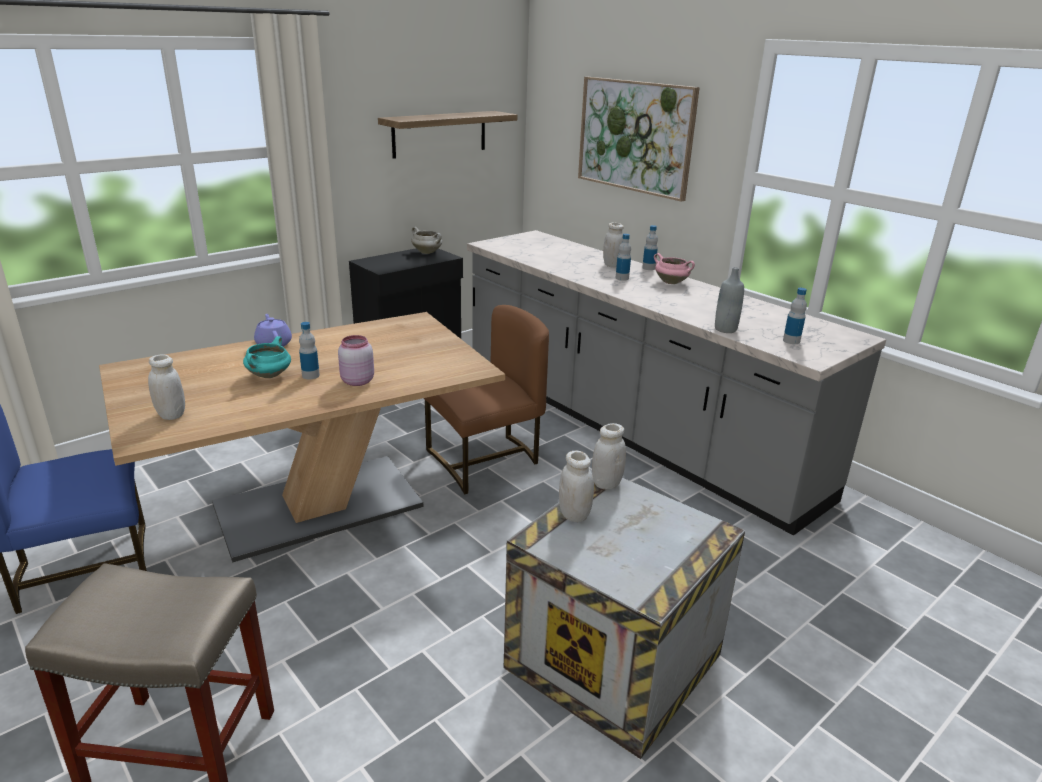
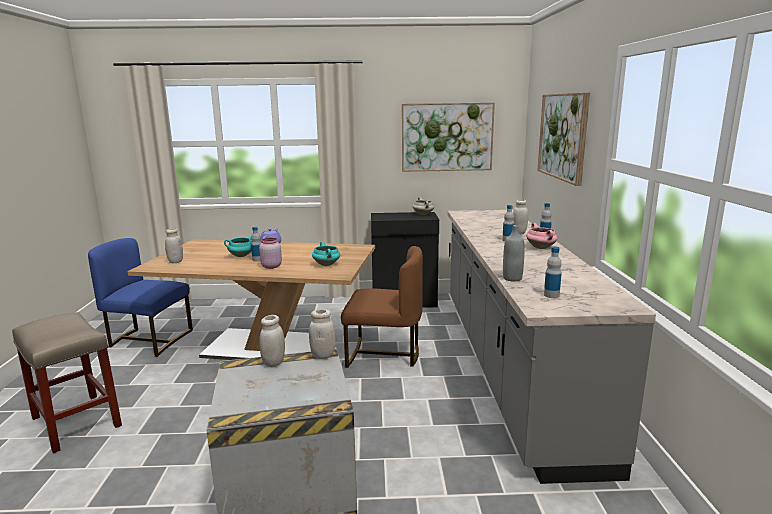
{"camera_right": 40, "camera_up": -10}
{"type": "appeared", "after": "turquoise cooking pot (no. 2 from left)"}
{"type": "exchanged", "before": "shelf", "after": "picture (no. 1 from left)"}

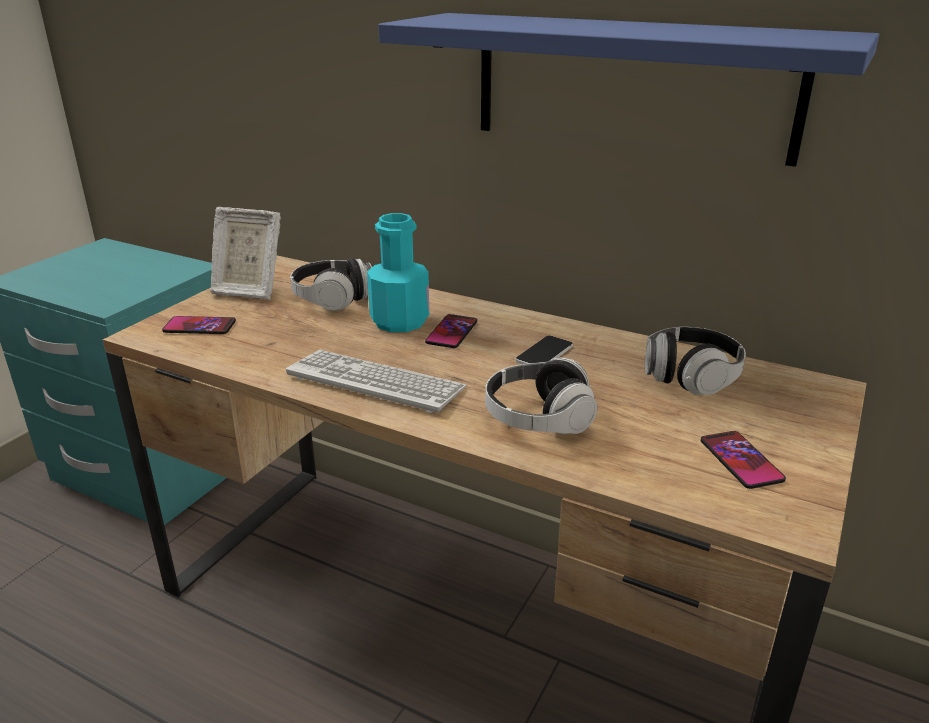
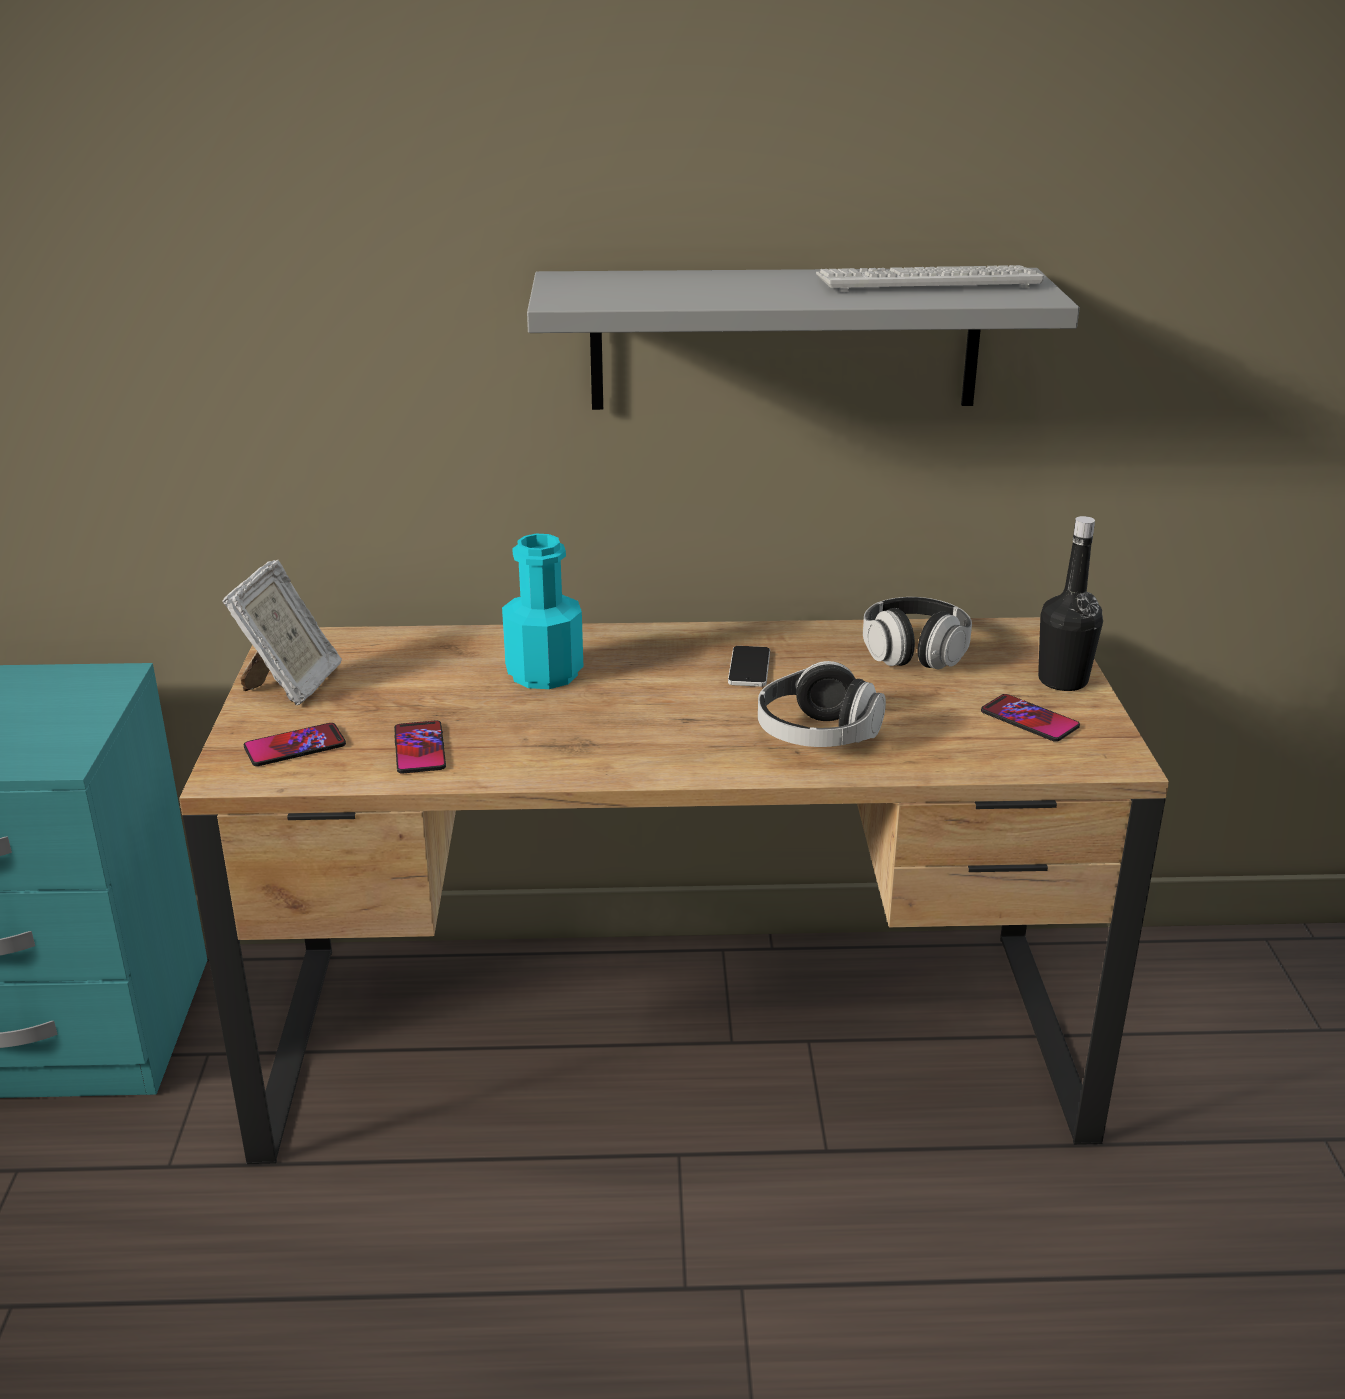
{"camera_right": -30, "camera_up": 0}
{"type": "missing", "before": "headphones (no. 1 from left)"}
{"type": "appeared", "after": "black bottle"}
{"type": "relocated", "before": "keyboard"}
{"type": "relocated", "before": "phone (no. 2 from left)"}
{"type": "colour", "before": "blue shelf", "after": "grey shelf"}
{"type": "spun", "before": "picture frame", "turn": -60}

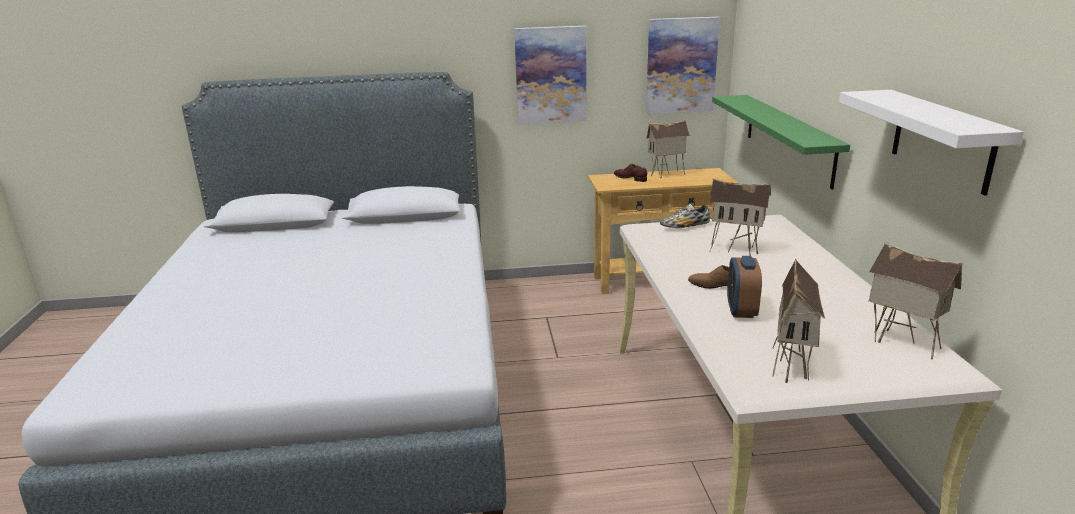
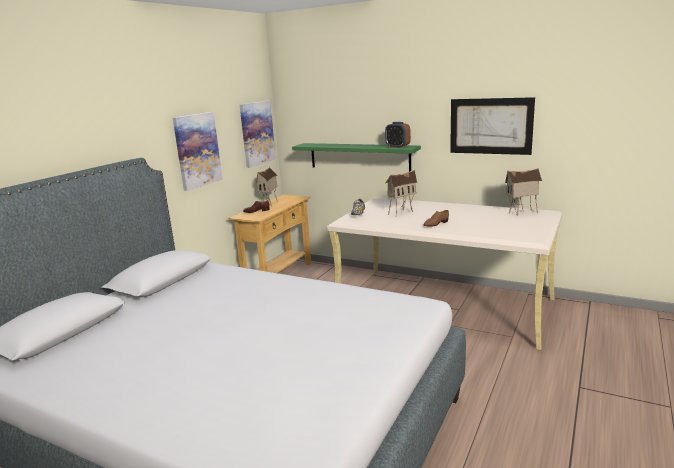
{"camera_right": -55, "camera_up": -5}
{"type": "missing", "before": "toy house (no. 3 from left)"}
{"type": "relocated", "before": "alarm clock"}
{"type": "exchanged", "before": "white shelf", "after": "picture (no. 3 from left)"}

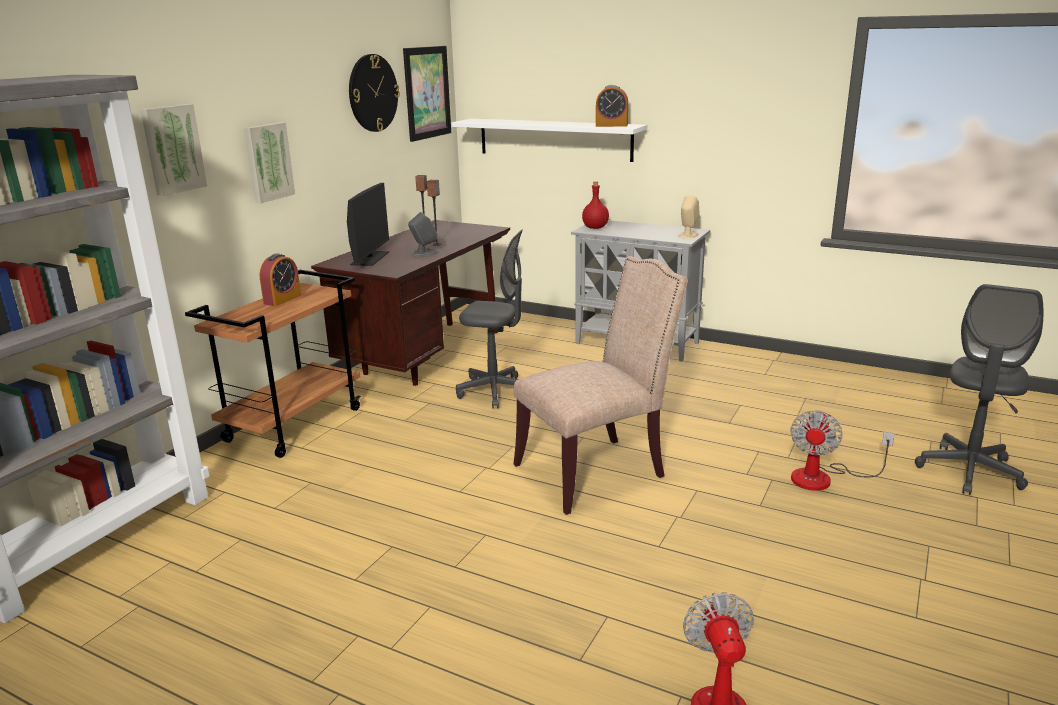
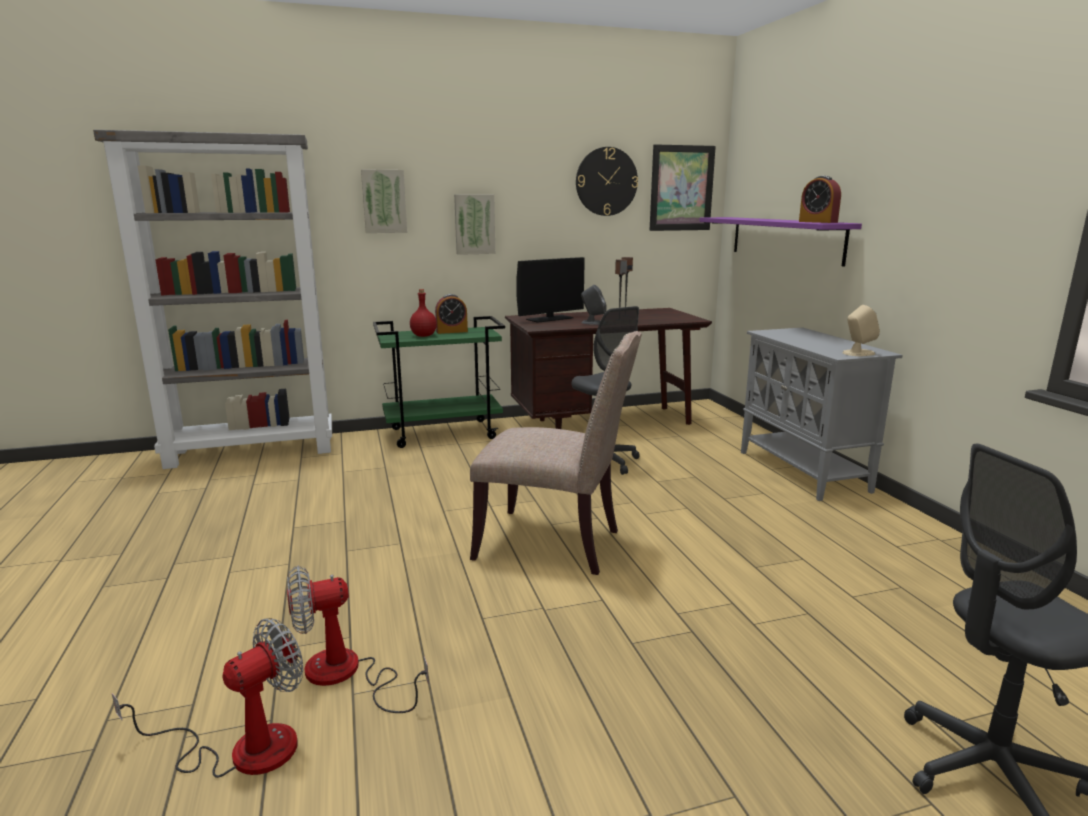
{"camera_right": 45, "camera_up": -5}
{"type": "relocated", "before": "red bottle"}
{"type": "relocated", "before": "fan (no. 2 from left)"}
{"type": "colour", "before": "brown cart", "after": "green cart"}
{"type": "colour", "before": "white shelf", "after": "purple shelf"}

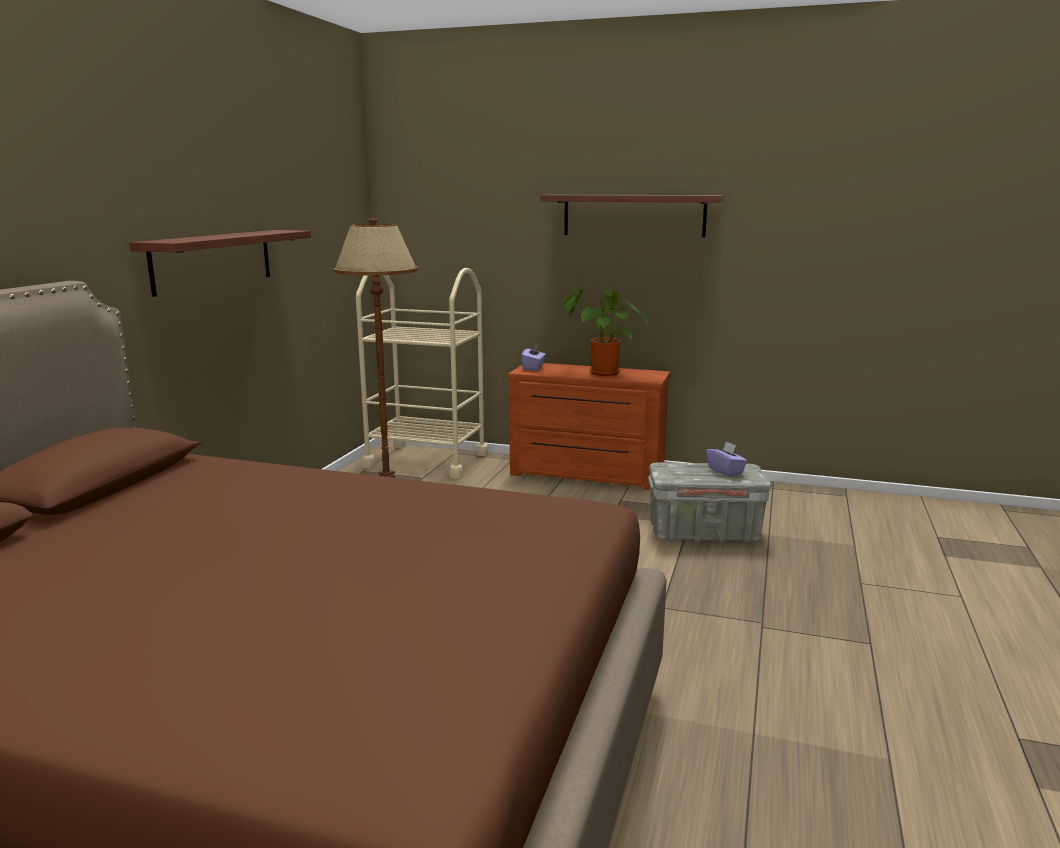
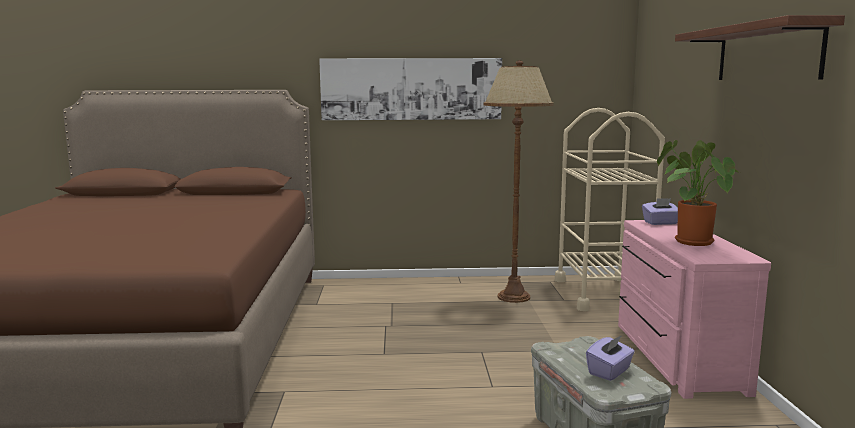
{"camera_right": 70, "camera_up": -5}
{"type": "exchanged", "before": "shelf (no. 1 from left)", "after": "picture"}
{"type": "colour", "before": "brown dresser", "after": "pink dresser"}

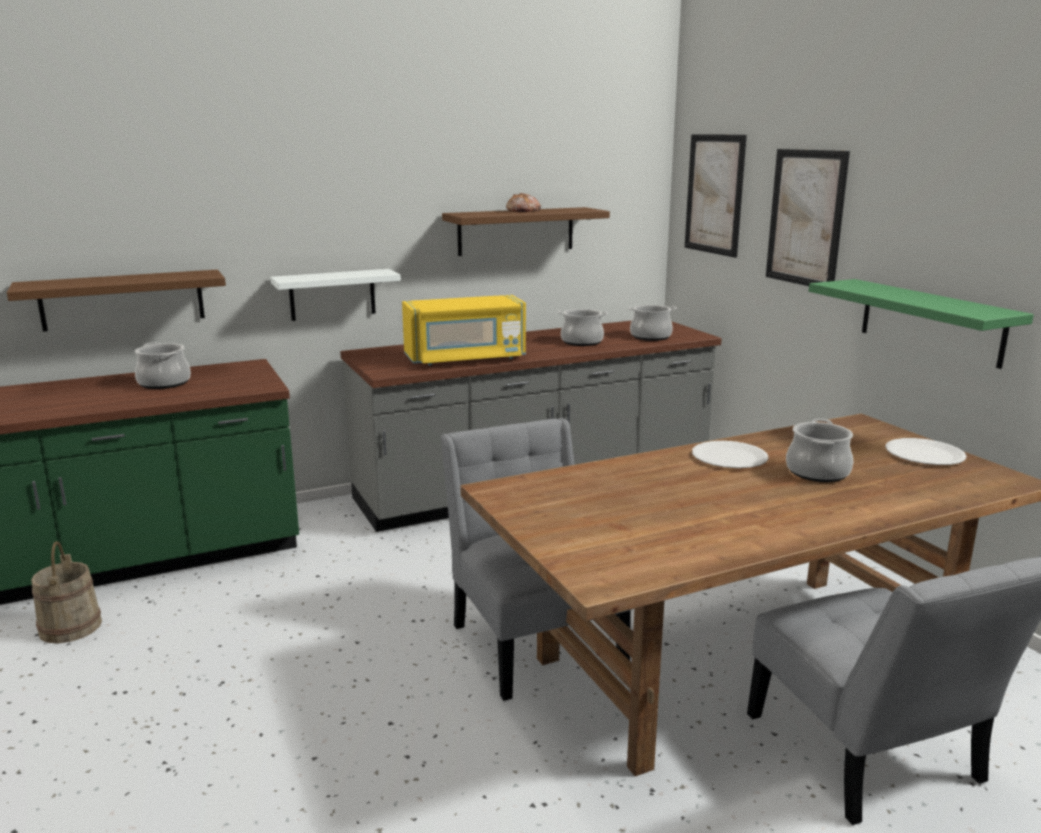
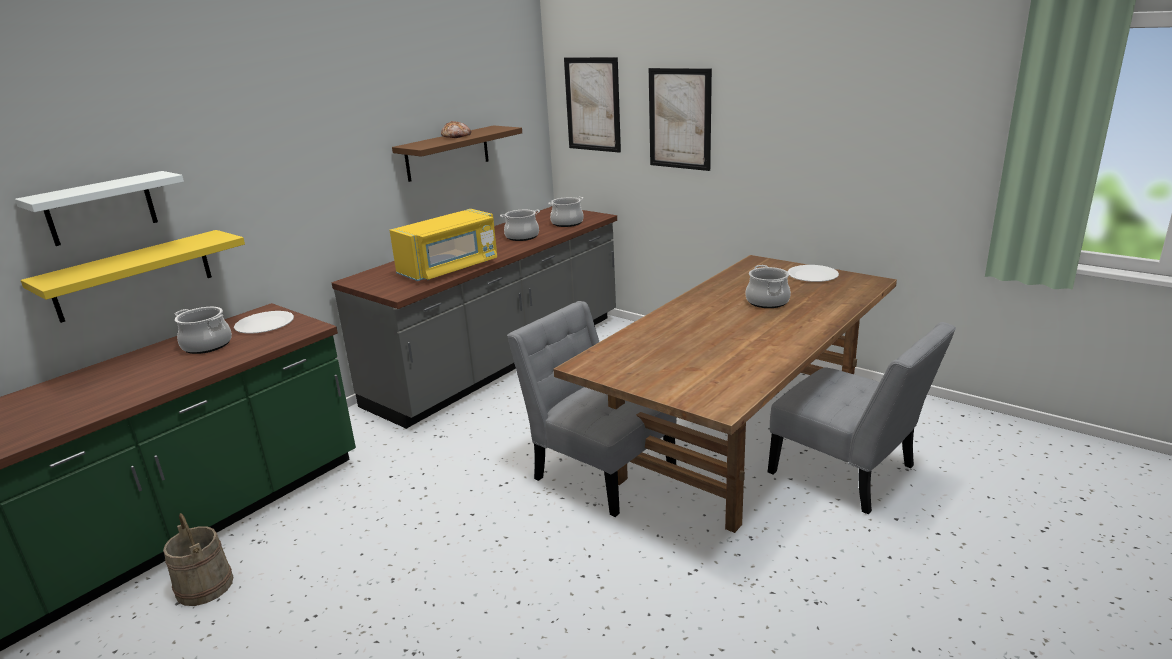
{"camera_right": -25, "camera_up": 5}
{"type": "missing", "before": "green shelf"}
{"type": "relocated", "before": "white shelf"}
{"type": "relocated", "before": "white plate (no. 1 from left)"}
{"type": "colour", "before": "brown shelf (no. 1 from left)", "after": "yellow shelf"}

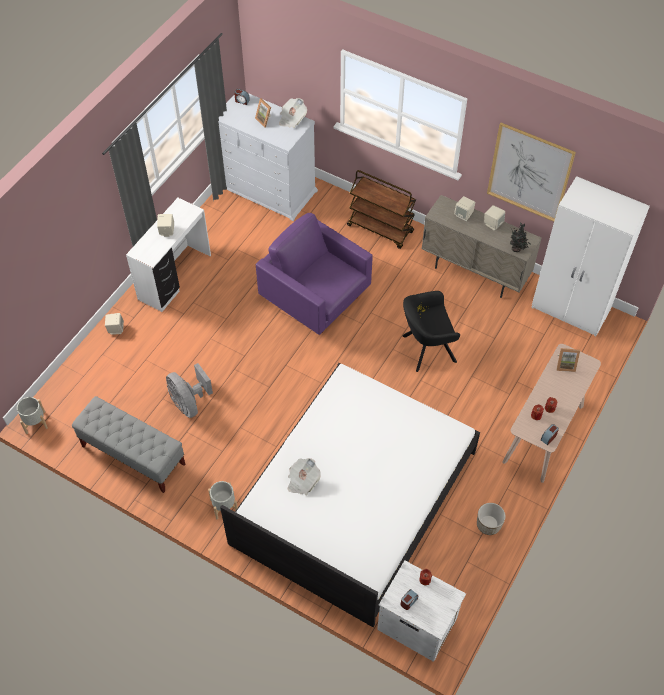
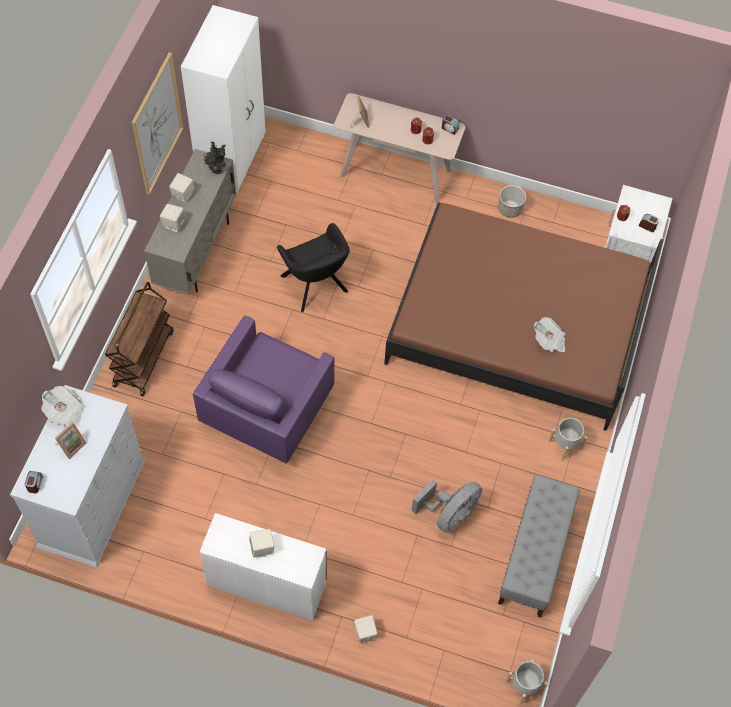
{"camera_right": -105, "camera_up": 5}
{"type": "colour", "before": "white bed", "after": "brown bed"}

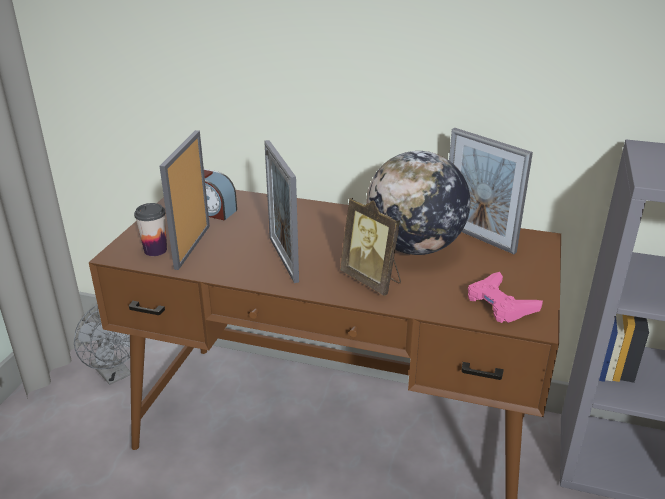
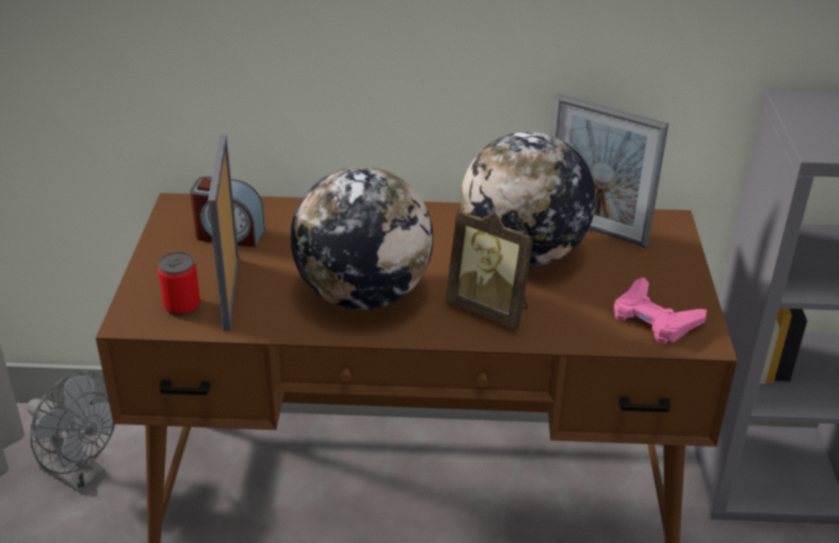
{"camera_right": -15, "camera_up": 5}
{"type": "exchanged", "before": "cup", "after": "can"}
{"type": "exchanged", "before": "picture frame (no. 2 from left)", "after": "globe (no. 1 from left)"}

